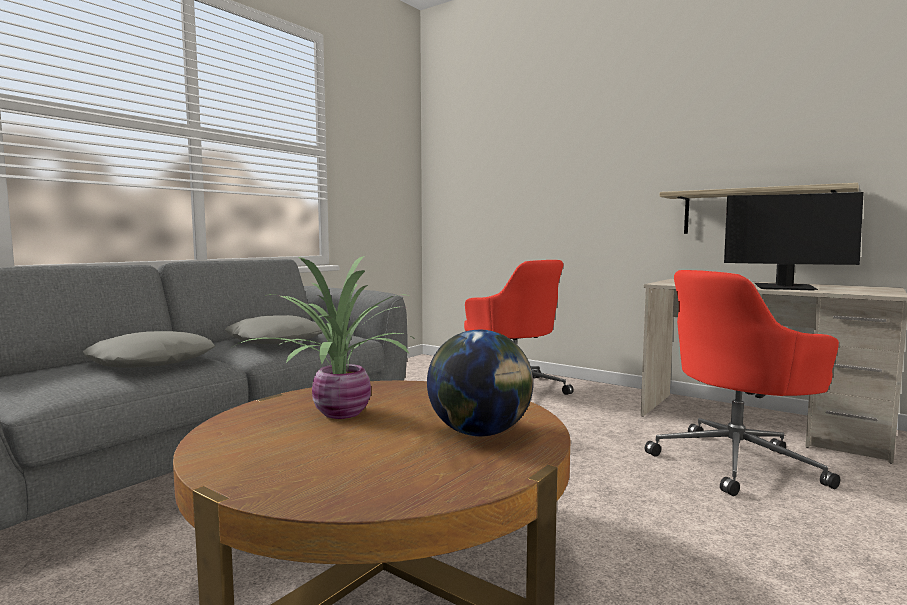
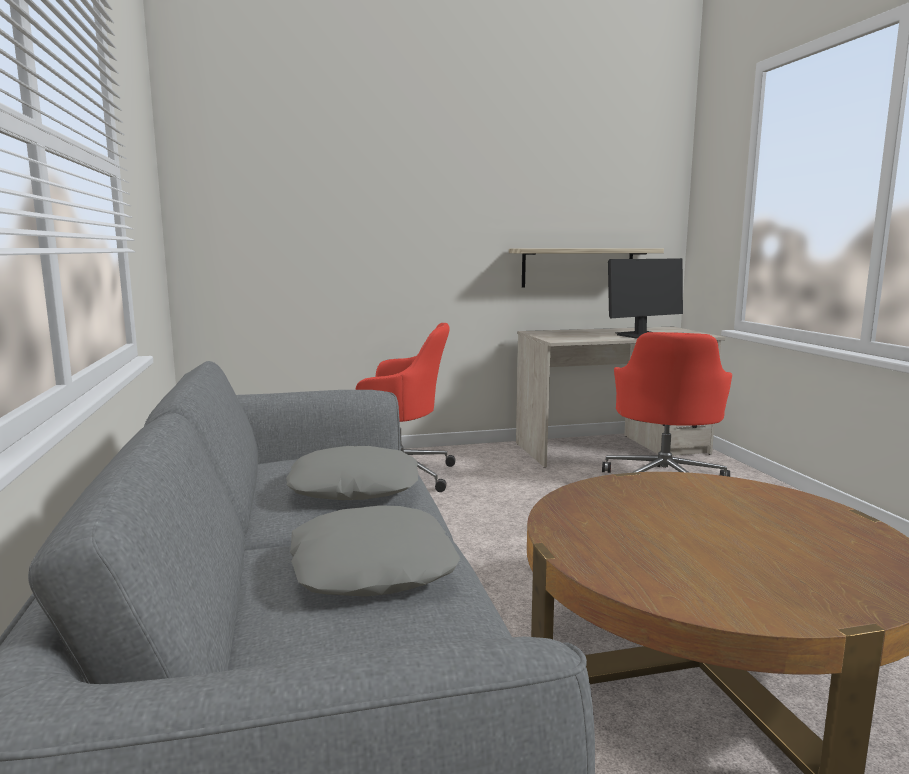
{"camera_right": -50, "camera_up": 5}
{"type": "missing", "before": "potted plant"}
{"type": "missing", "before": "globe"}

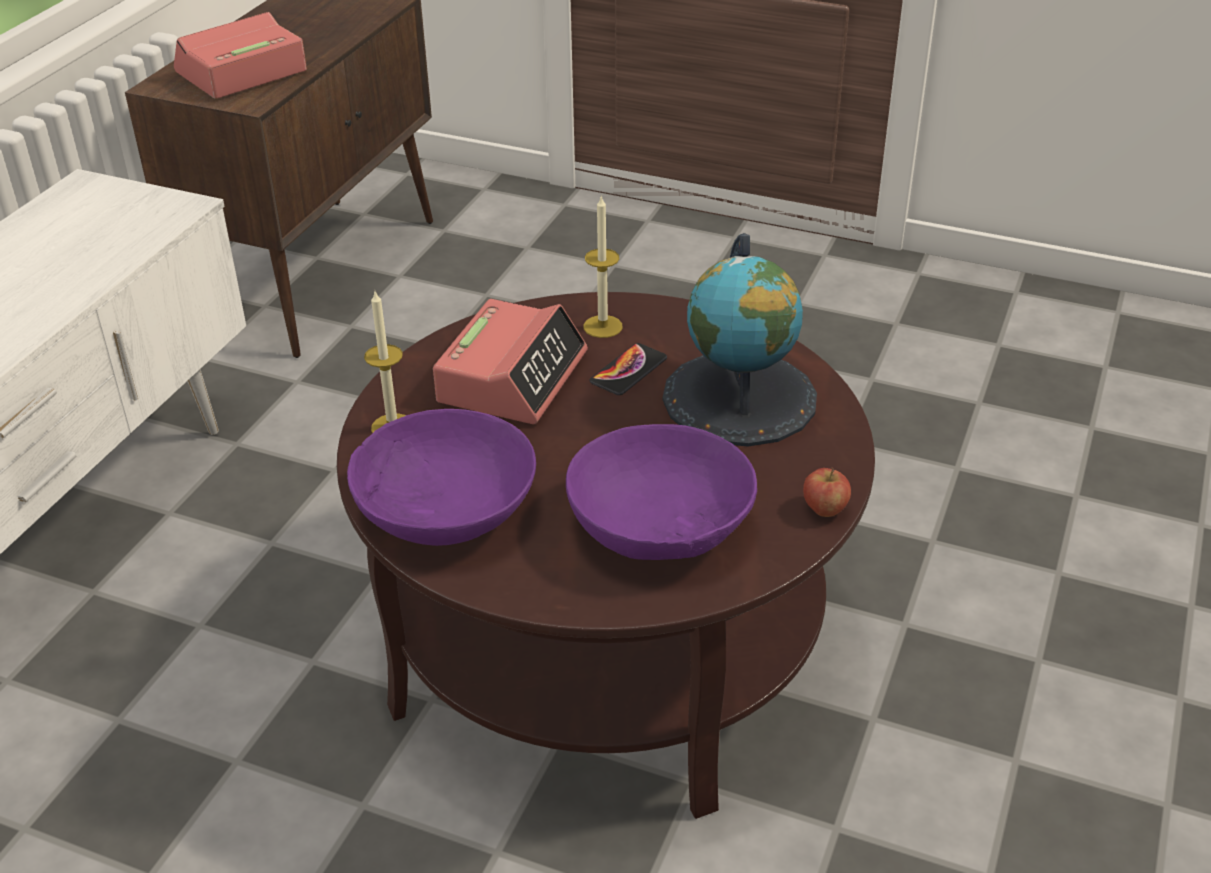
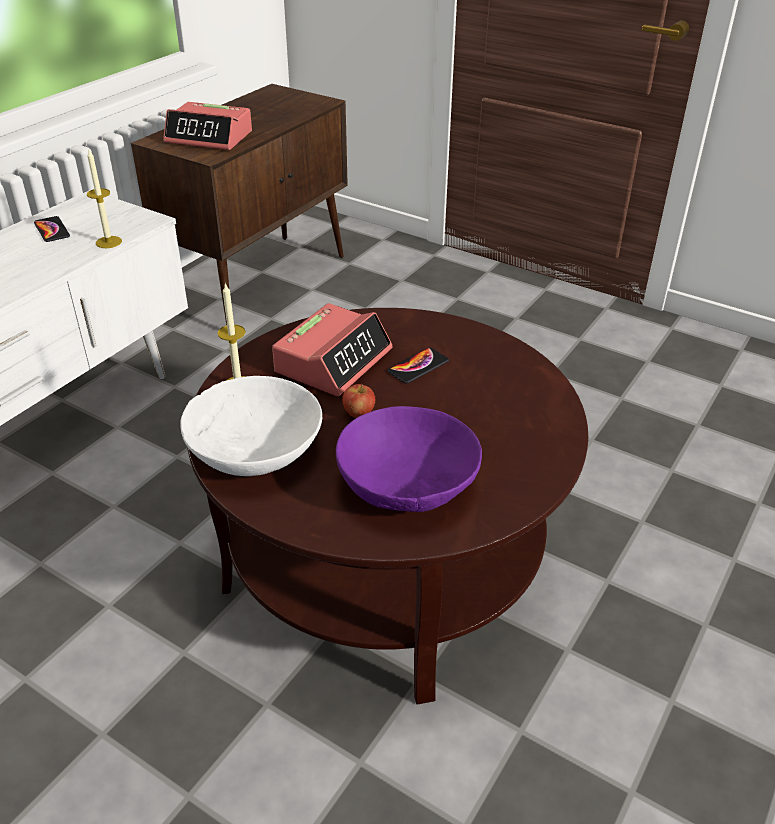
{"camera_right": 10, "camera_up": 0}
{"type": "missing", "before": "globe"}
{"type": "appeared", "after": "phone (no. 1 from left)"}
{"type": "relocated", "before": "candle (no. 2 from left in the first image)", "after": "candle (no. 1 from left)"}
{"type": "relocated", "before": "apple"}
{"type": "colour", "before": "purple bowl (no. 1 from left)", "after": "white bowl"}
{"type": "spun", "before": "alarm clock (no. 1 from left)", "turn": -135}

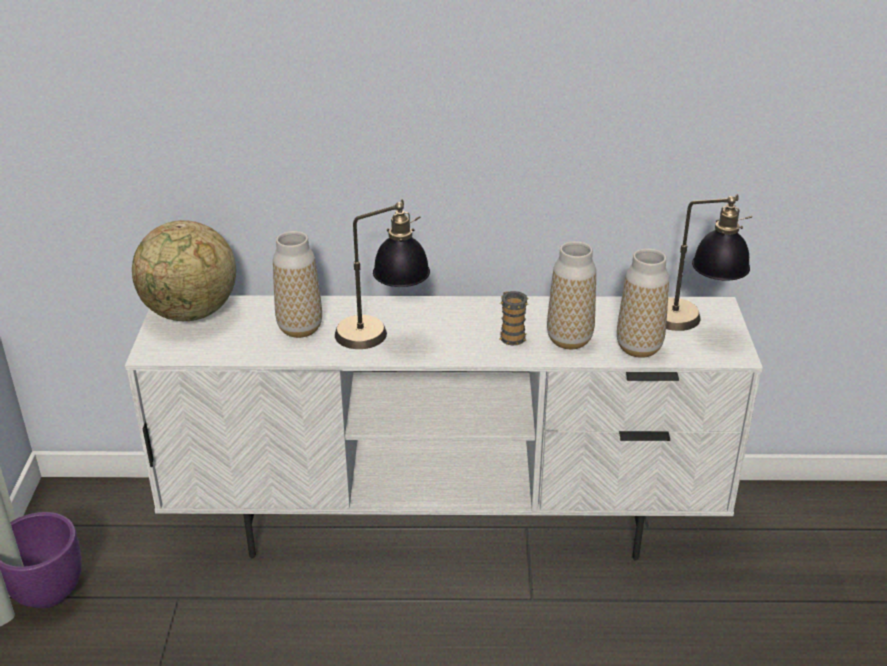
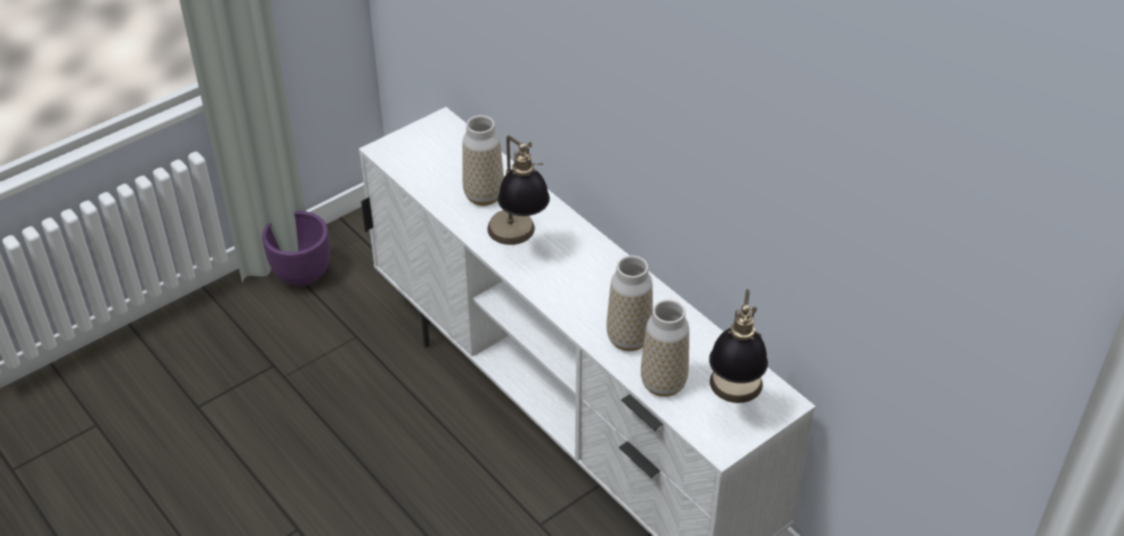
{"camera_right": 50, "camera_up": 10}
{"type": "missing", "before": "globe"}
{"type": "missing", "before": "mug"}

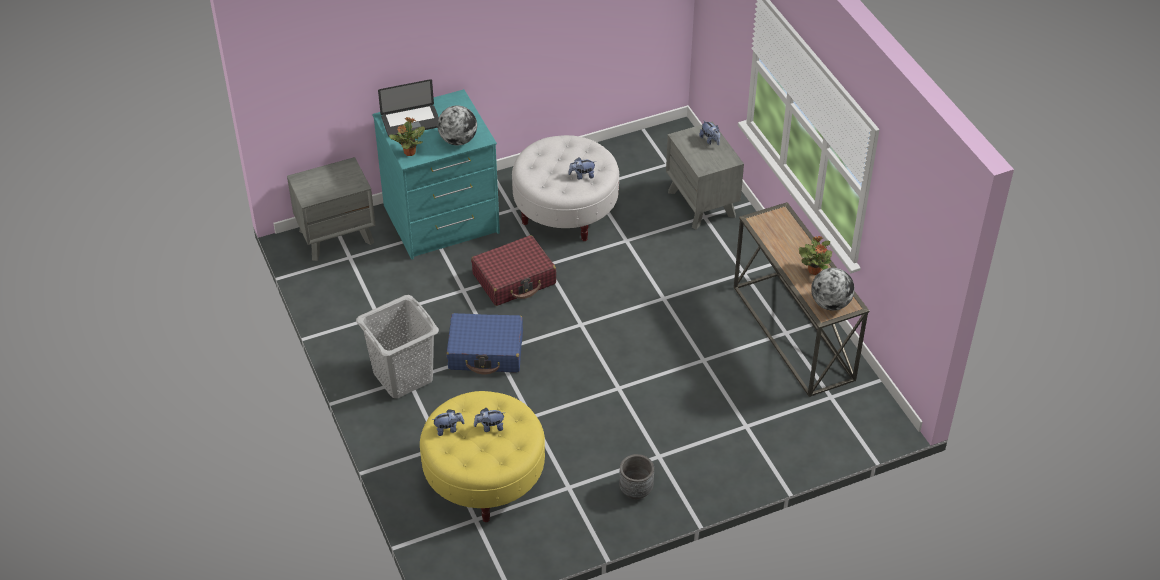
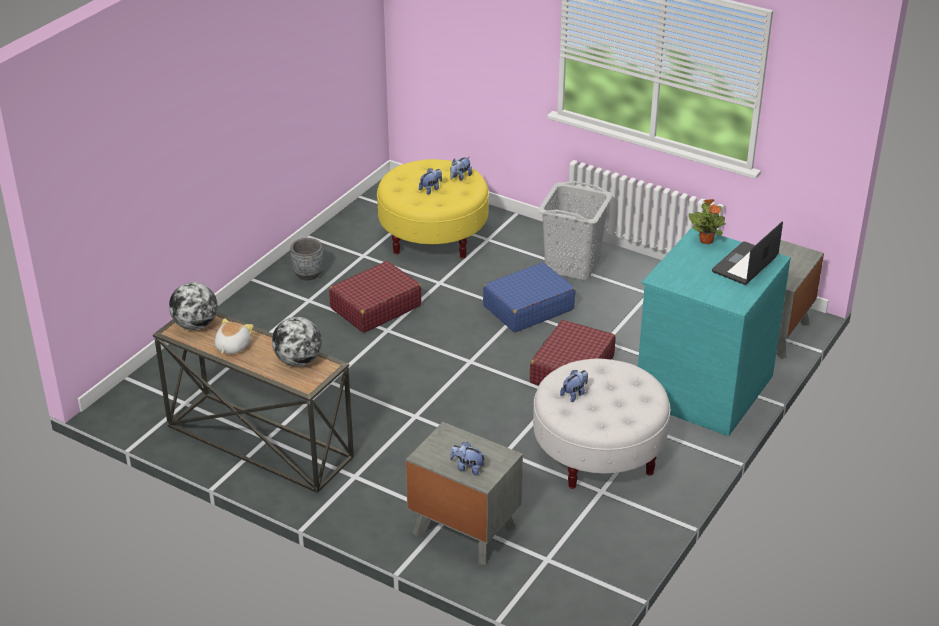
{"camera_right": 145, "camera_up": -10}
{"type": "appeared", "after": "red suitcase (no. 1 from left)"}
{"type": "relocated", "before": "globe (no. 1 from left in the first image)", "after": "globe (no. 2 from left)"}
{"type": "exchanged", "before": "potted plant (no. 2 from left)", "after": "plush toy (no. 1 from left)"}

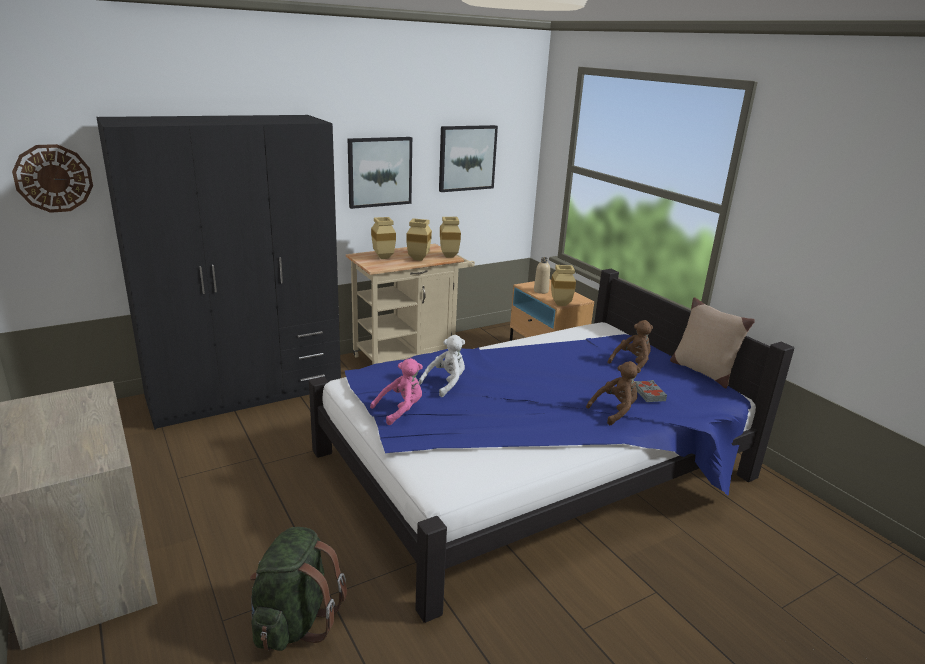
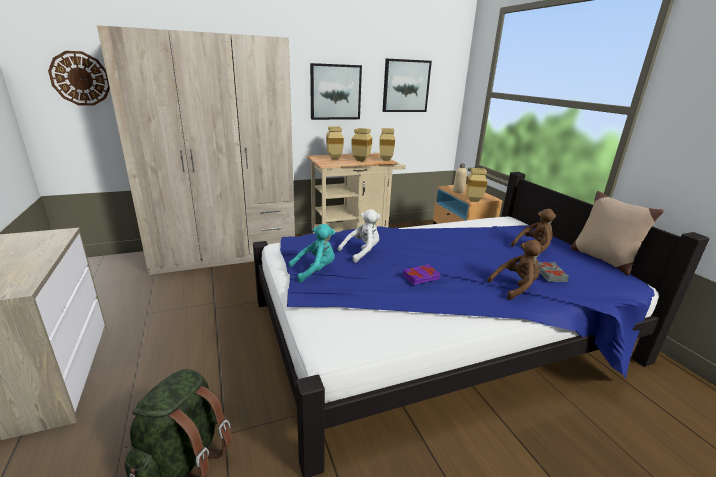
{"camera_right": 10, "camera_up": 0}
{"type": "appeared", "after": "purple book"}
{"type": "colour", "before": "black wardrobe", "after": "beige wardrobe"}
{"type": "colour", "before": "pink plush toy", "after": "turquoise plush toy"}

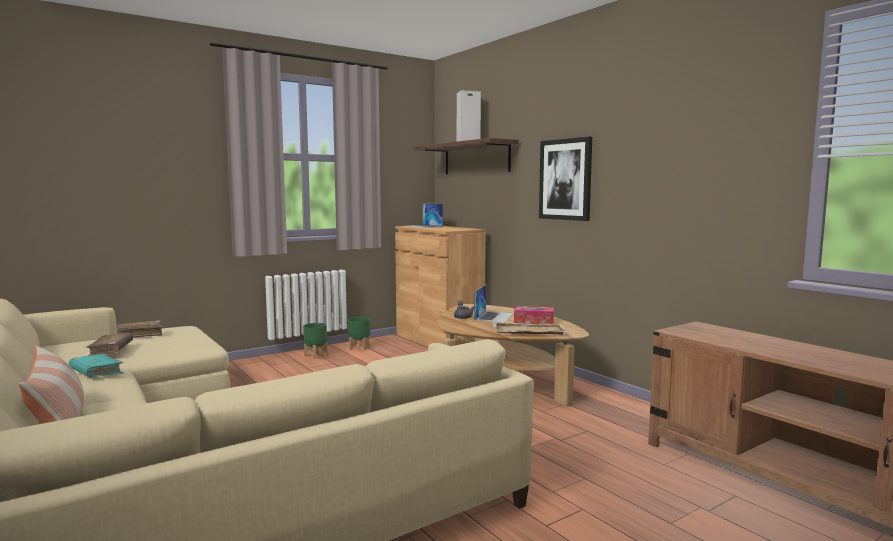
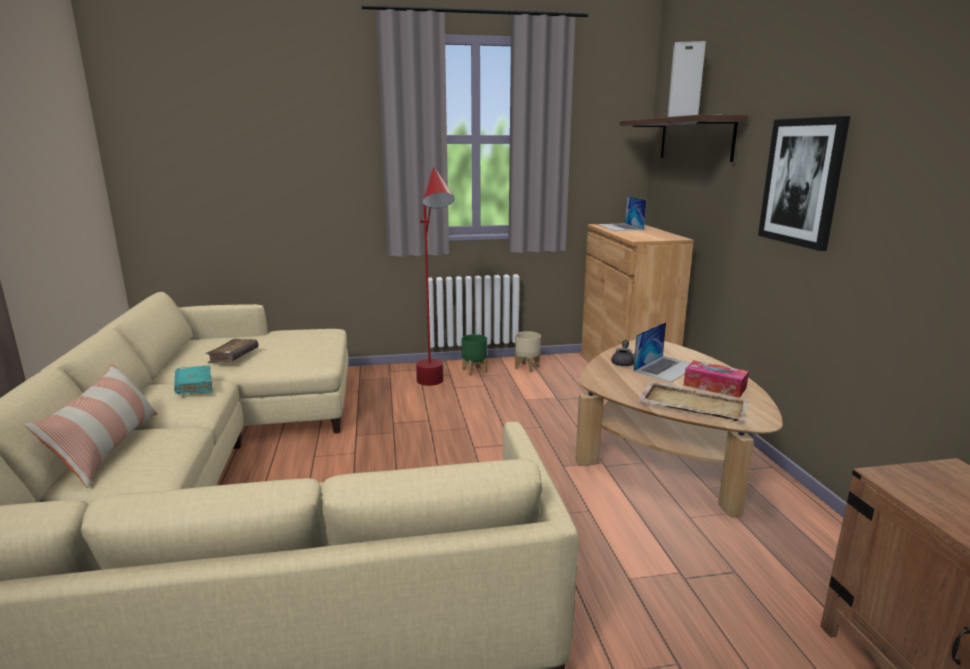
{"camera_right": 25, "camera_up": 10}
{"type": "missing", "before": "brown book (no. 2 from left)"}
{"type": "appeared", "after": "red floor lamp"}
{"type": "colour", "before": "green planter (no. 2 from left)", "after": "beige planter"}

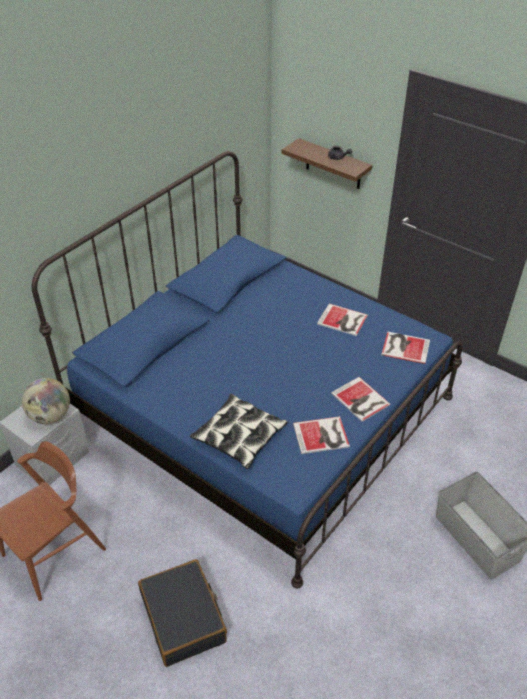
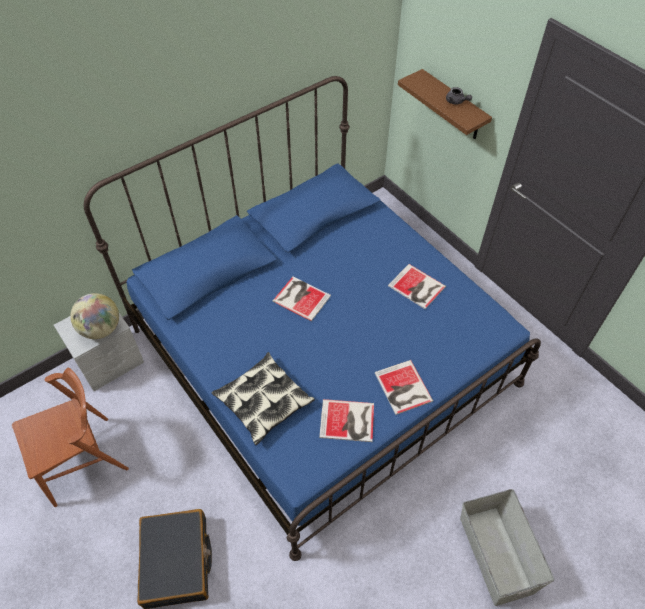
{"camera_right": 15, "camera_up": 10}
{"type": "relocated", "before": "book (no. 4 from left in the first image)", "after": "book (no. 1 from left)"}

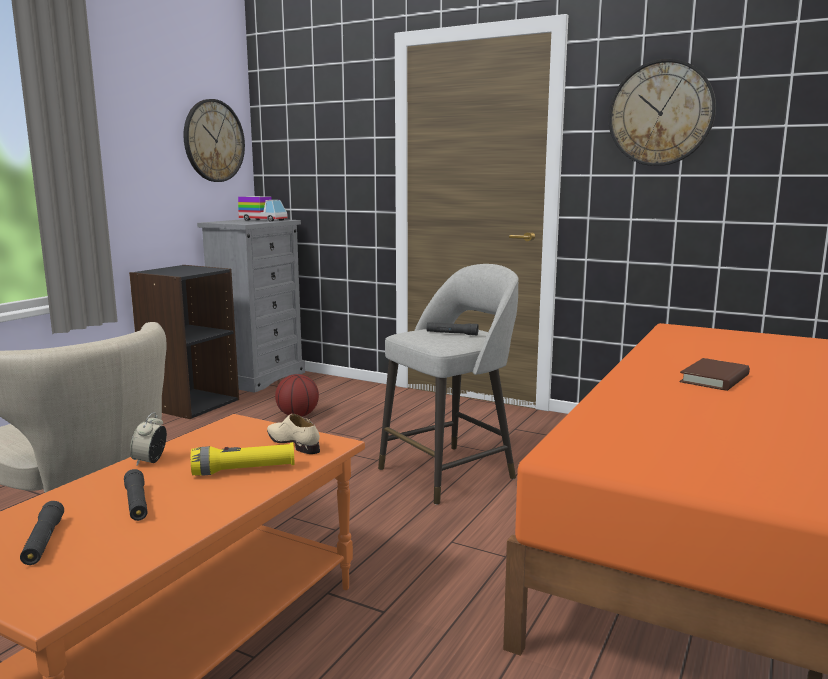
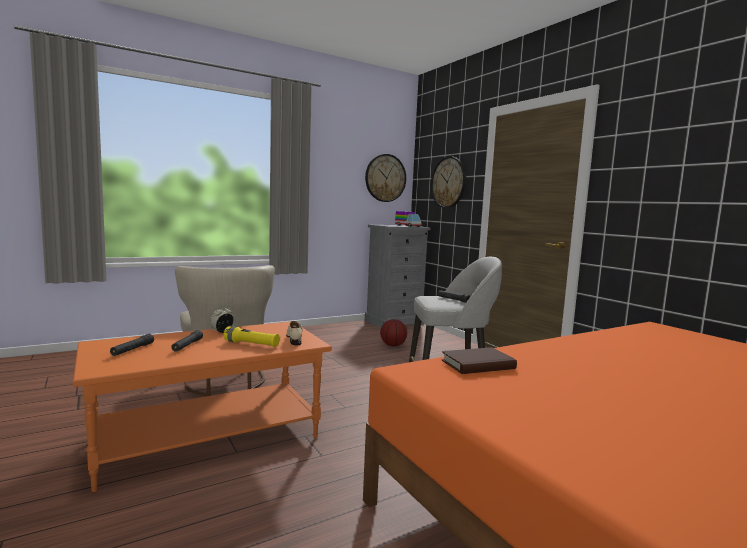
{"camera_right": 30, "camera_up": -5}
{"type": "missing", "before": "black bookcase"}
{"type": "relocated", "before": "wall clock (no. 2 from left)"}
{"type": "relocated", "before": "brown book"}

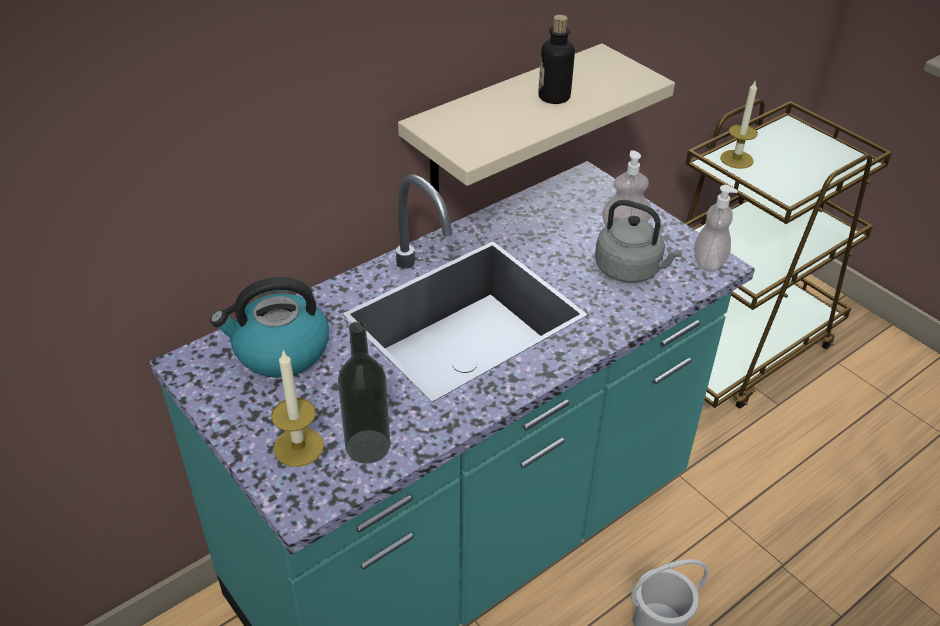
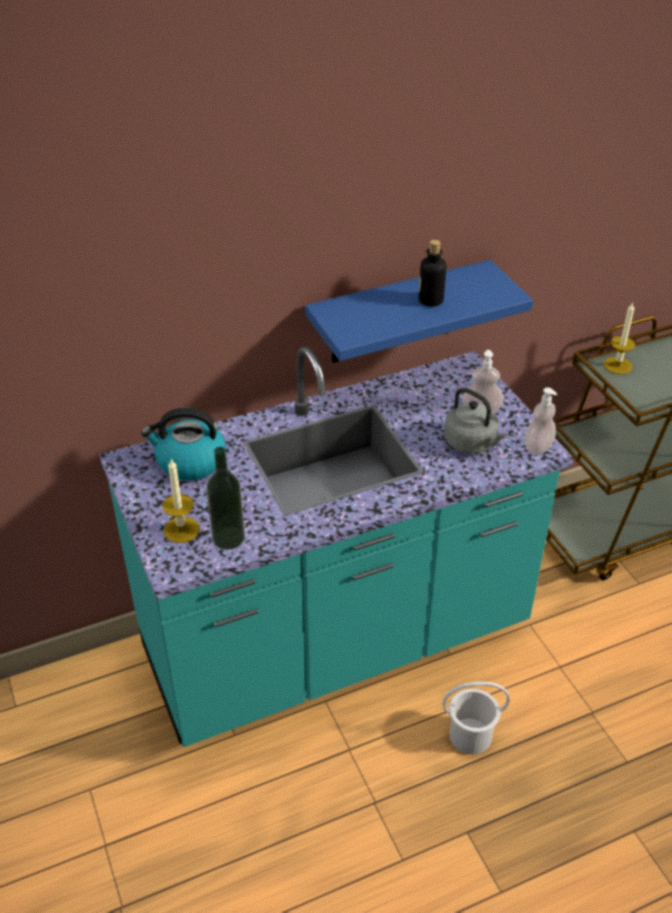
{"camera_right": 15, "camera_up": 0}
{"type": "colour", "before": "beige shelf", "after": "blue shelf"}

